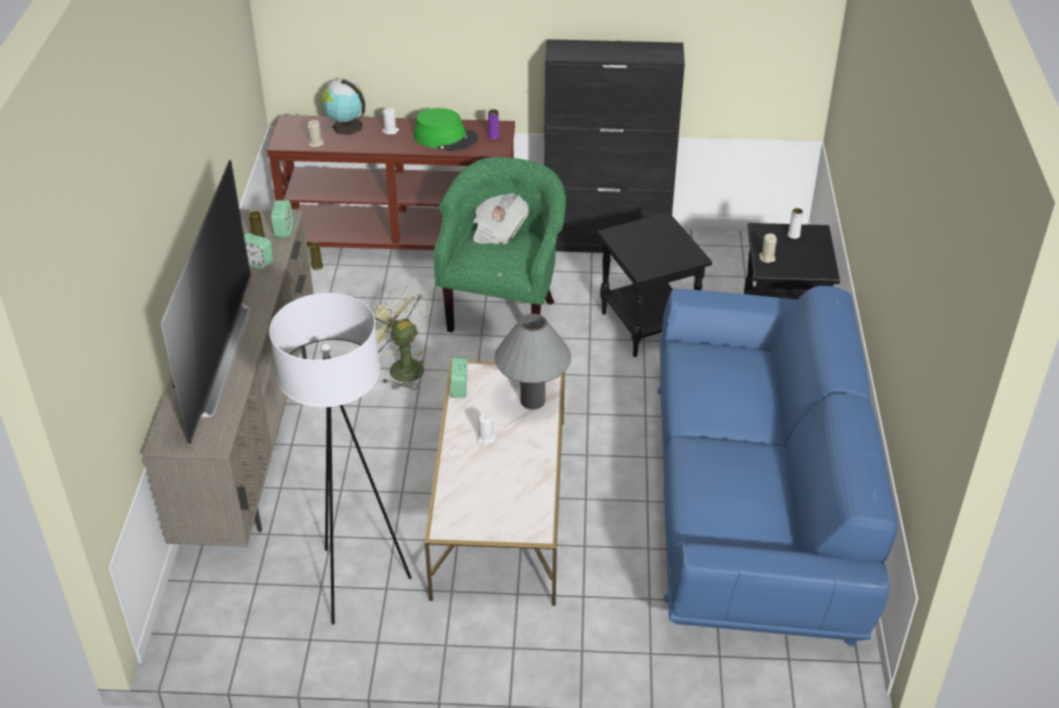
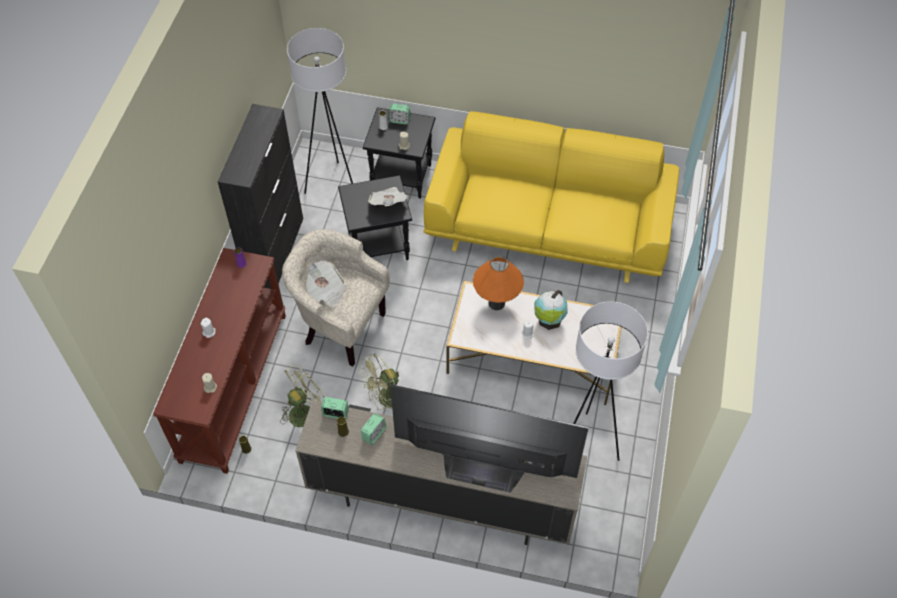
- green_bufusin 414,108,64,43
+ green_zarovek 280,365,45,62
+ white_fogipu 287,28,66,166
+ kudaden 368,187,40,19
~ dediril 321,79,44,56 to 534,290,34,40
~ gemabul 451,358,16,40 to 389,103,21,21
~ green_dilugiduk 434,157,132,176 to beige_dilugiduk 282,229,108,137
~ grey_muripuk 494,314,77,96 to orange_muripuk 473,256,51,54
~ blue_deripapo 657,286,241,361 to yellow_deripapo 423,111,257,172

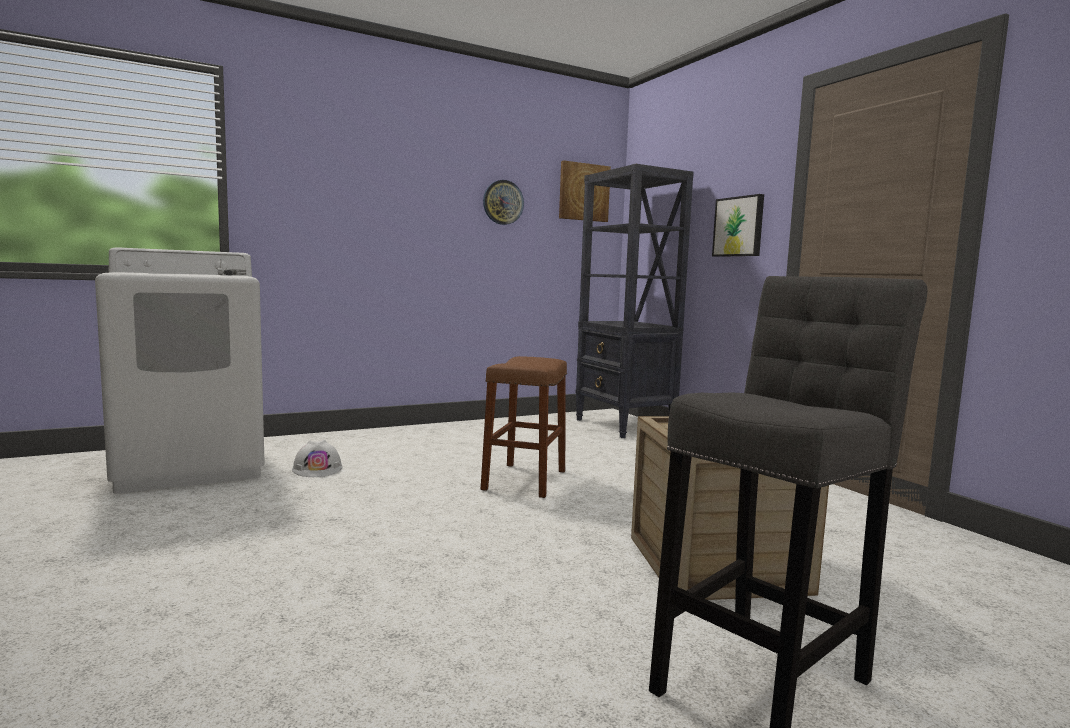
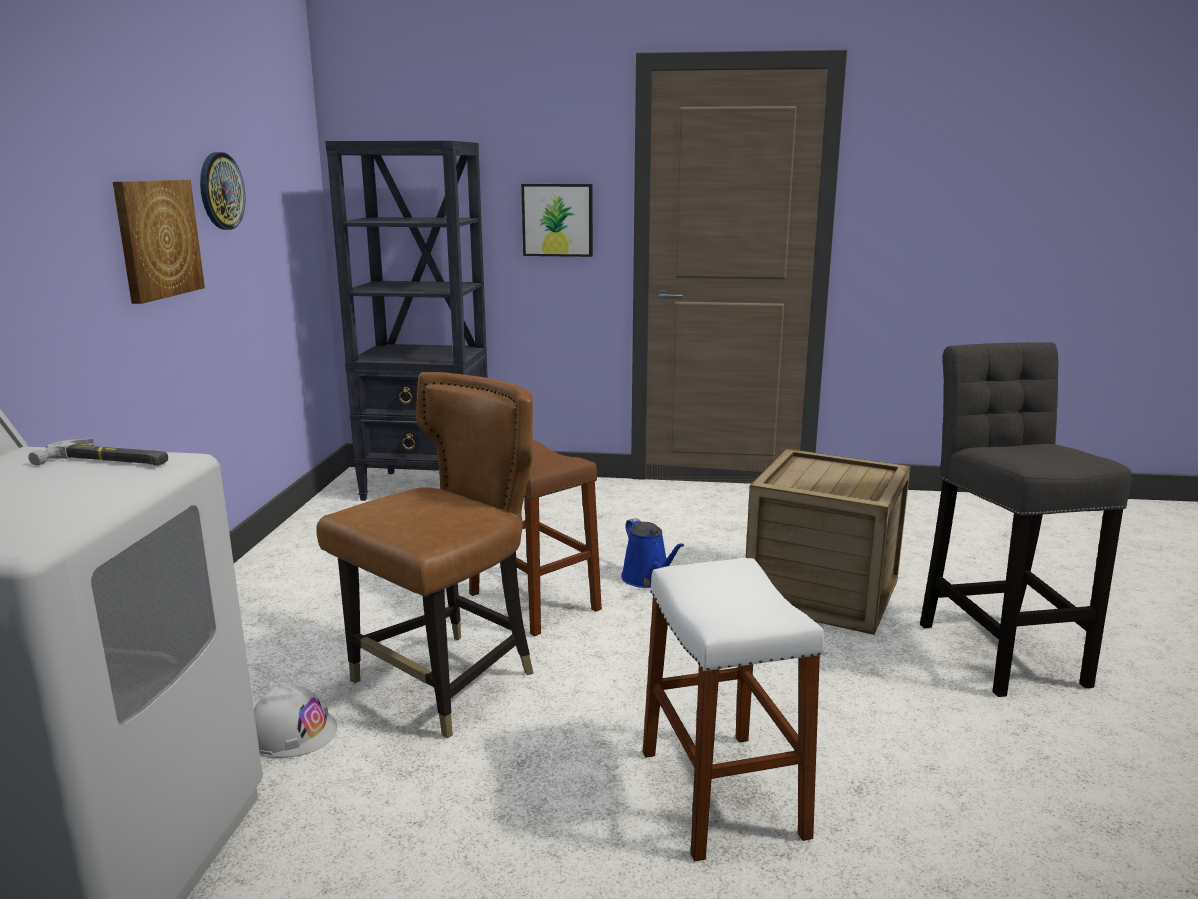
+ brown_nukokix 316,372,218,367
+ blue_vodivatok 621,518,63,70
+ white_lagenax 643,558,181,304
~ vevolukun 559,160,52,62 to 113,179,92,125

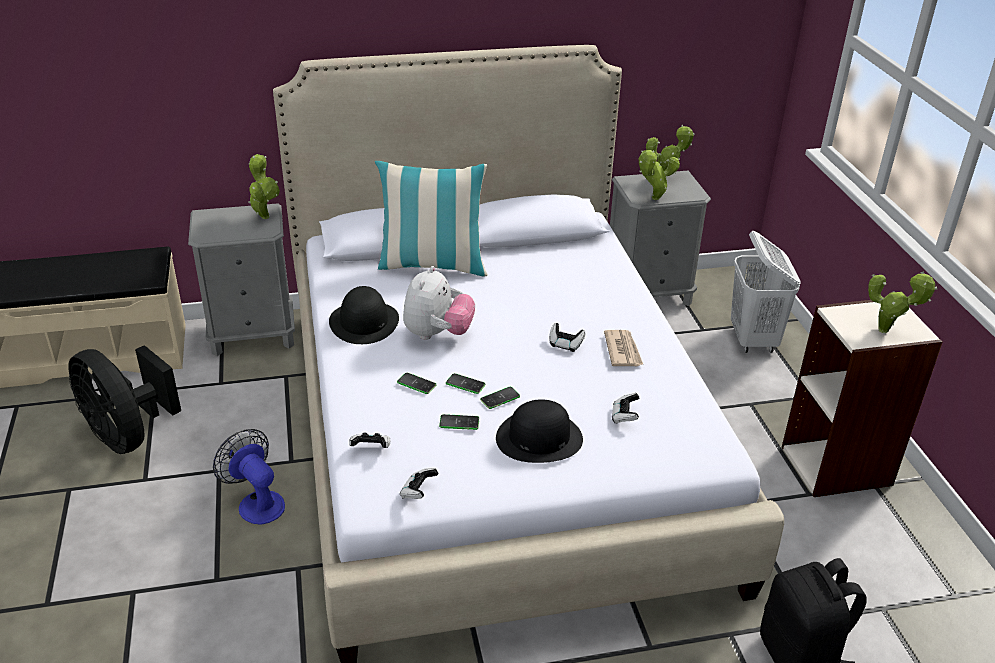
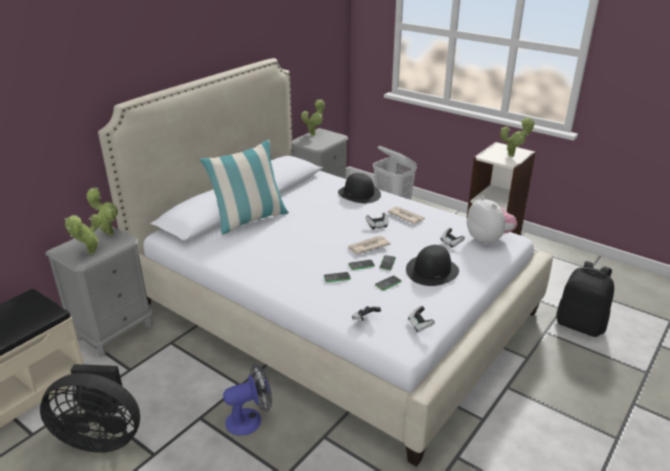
+ kudaden 348,236,43,18
~ black_bufusin 329,286,70,58 to 338,173,43,30
~ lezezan 403,266,72,74 to 467,196,50,50
~ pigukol 639,150,41,50 to 65,213,37,41
~ zarovek 213,429,72,95 = 223,364,49,72 150 degrees clockwise

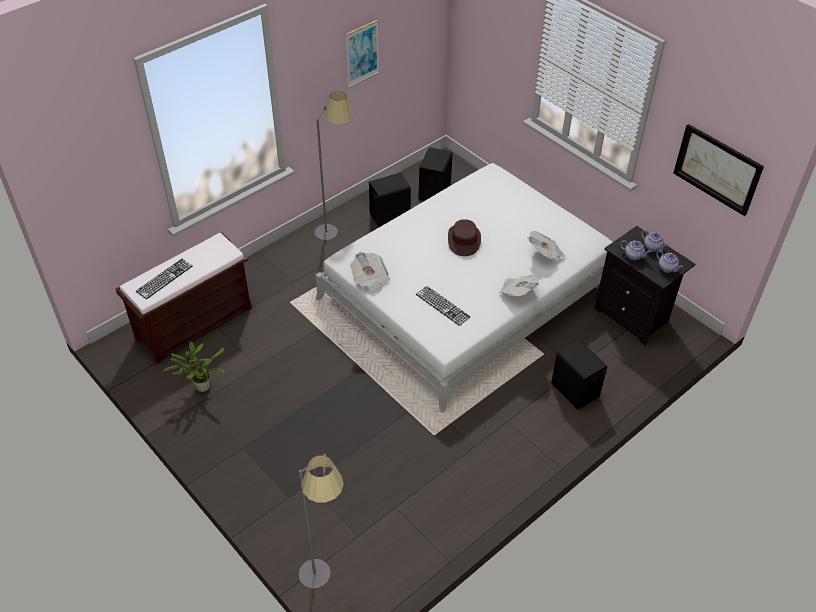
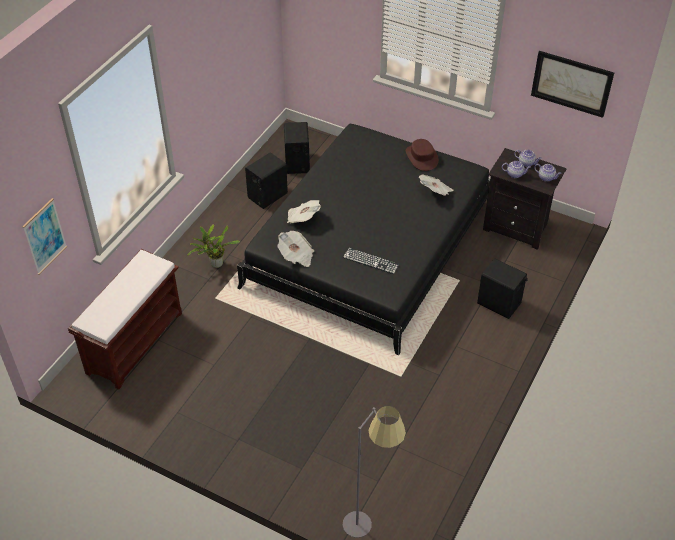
- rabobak 136,259,57,40
- grey_fogipu 314,91,40,149
~ pigukol 164,342,61,50 to 187,224,53,44
~ vevolukun 346,20,33,68 to 22,198,45,77
~ brown_bufusin 448,219,33,37 to 406,139,33,32
~ kudaden 499,275,41,21 to 287,200,34,23
~ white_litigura 315,163,297,250 to black_litigura 237,124,253,231

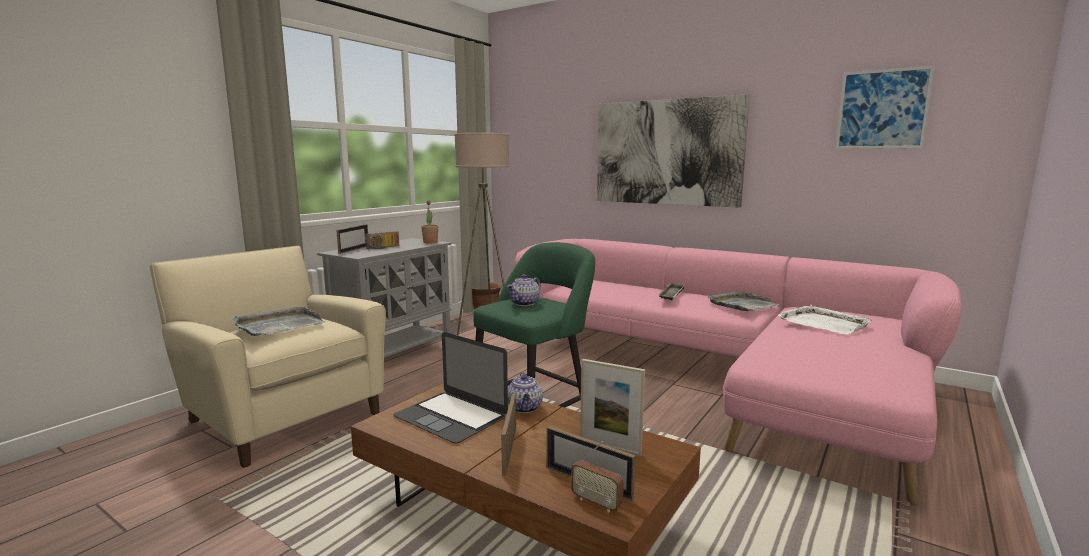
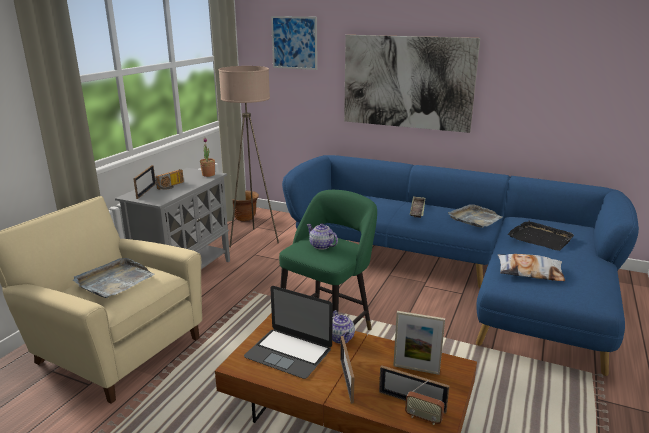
+ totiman 498,254,67,27
~ vevolukun 836,66,98,83 to 271,16,46,54
~ pink_deripapo 515,239,446,266 to blue_deripapo 282,155,357,221
~ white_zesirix 778,305,93,30 to black_zesirix 508,220,66,31
~ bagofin 507,274,34,32 = 306,224,32,26 105 degrees clockwise

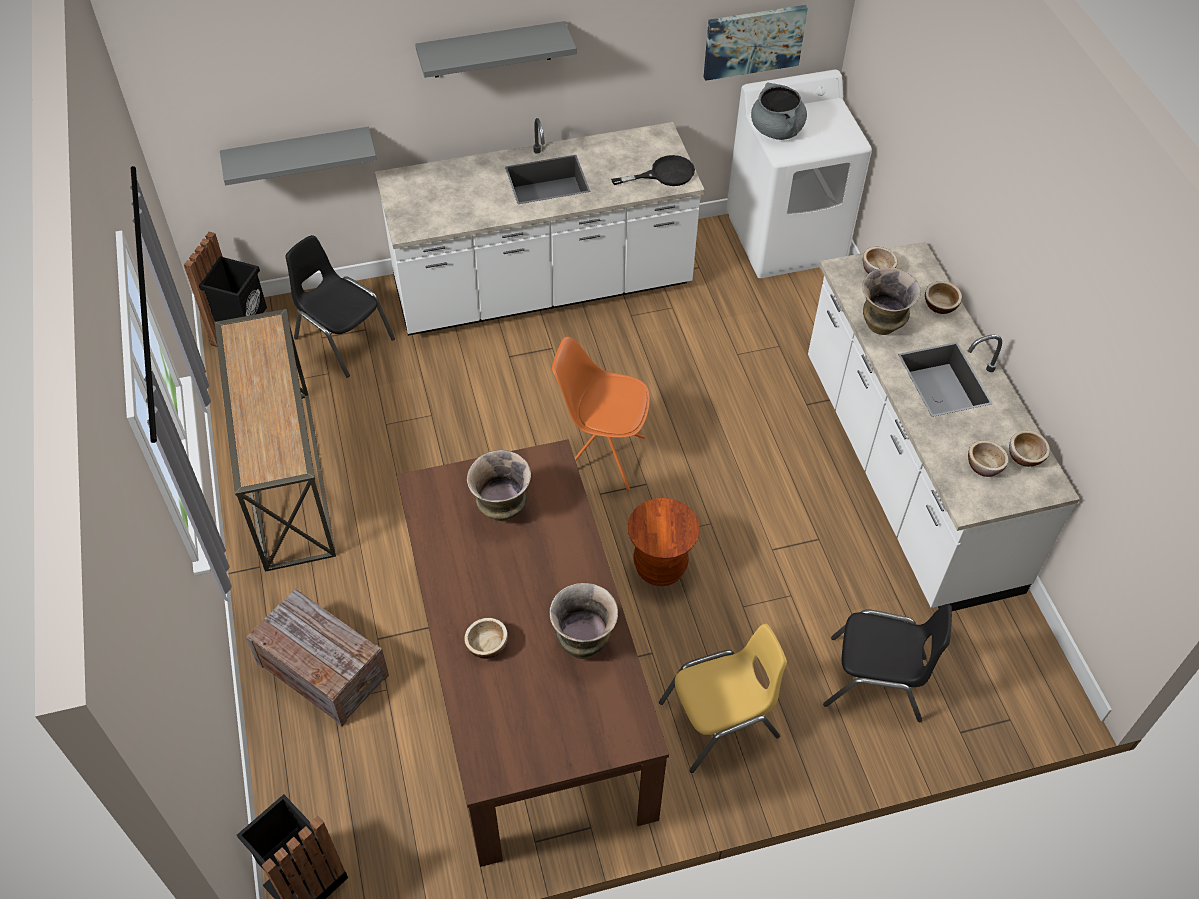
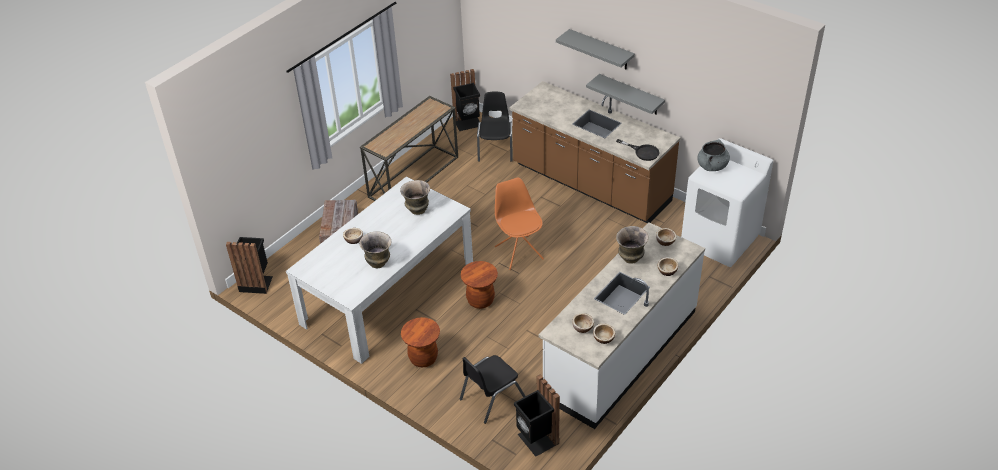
- vevolukun 704,5,104,76
+ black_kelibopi 514,374,46,83
~ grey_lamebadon 220,127,157,58 to 586,74,79,41
~ yellow_nukokix 659,624,128,149 to brown_lagenax 401,317,39,50
~ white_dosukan 375,118,330,218 to brown_dosukan 509,81,171,142
~ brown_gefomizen 397,439,272,428 to white_gefomizen 286,177,187,187
~ black_nukokix 823,604,129,118 = 460,355,65,69 75 degrees clockwise

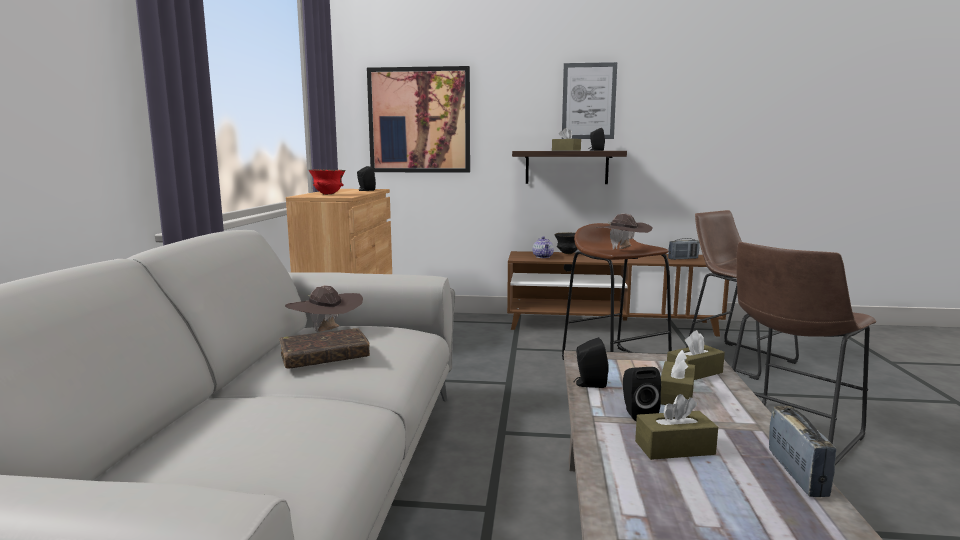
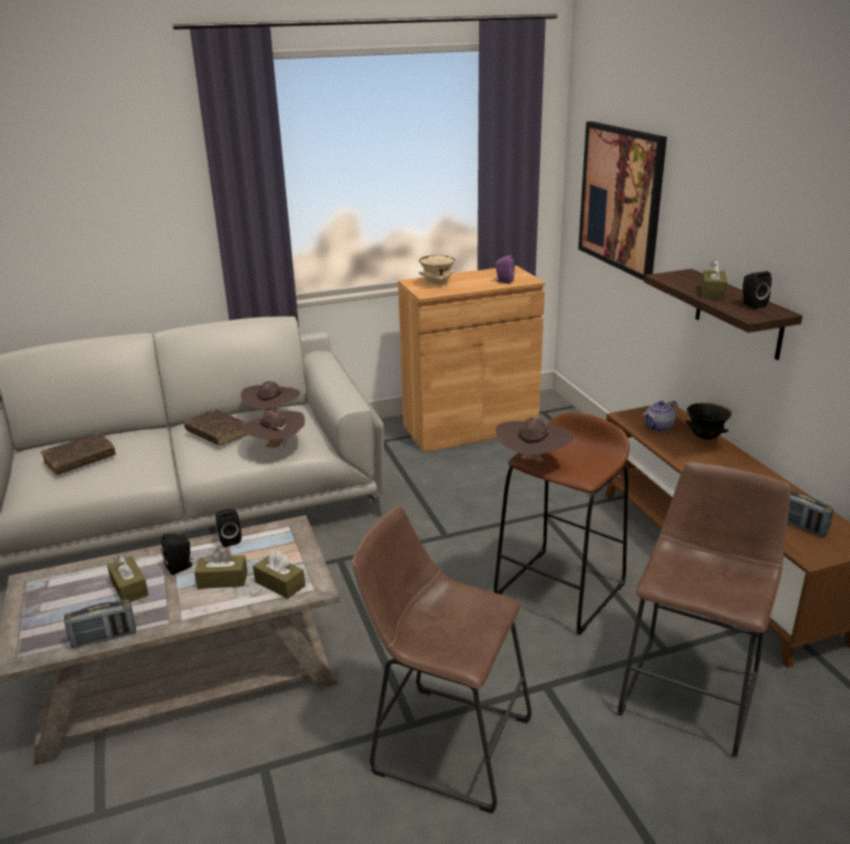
- vevolukun 562,62,55,77
+ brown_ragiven 41,433,75,42
+ brown_bufusin 242,410,63,38
~ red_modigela 309,169,37,26 to beige_modigela 419,255,36,30
~ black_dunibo 357,166,19,25 to purple_dunibo 495,255,20,29

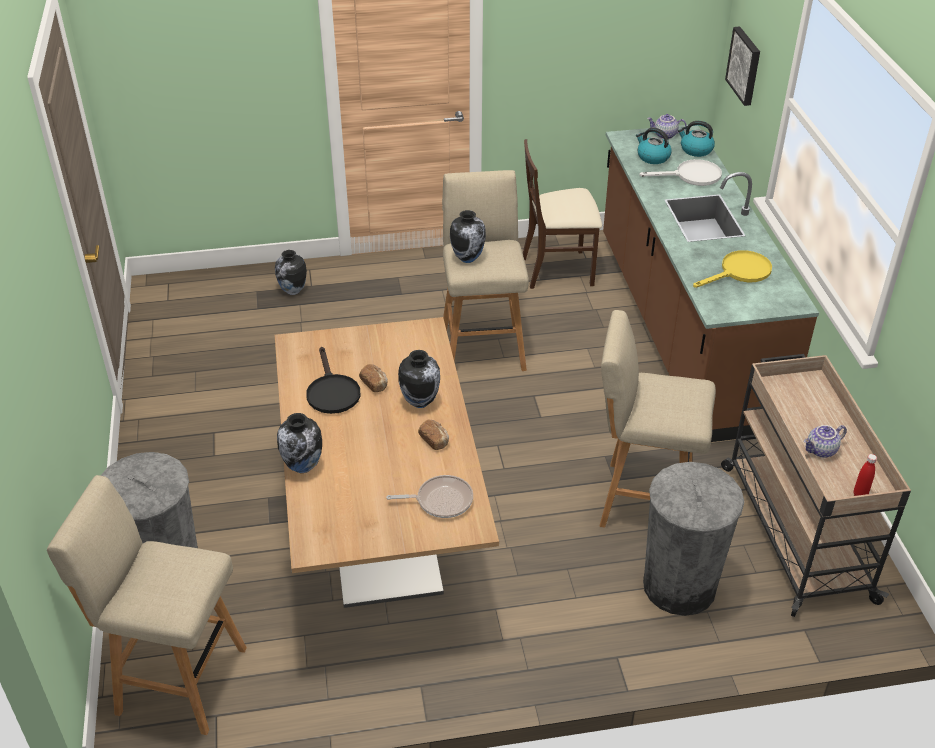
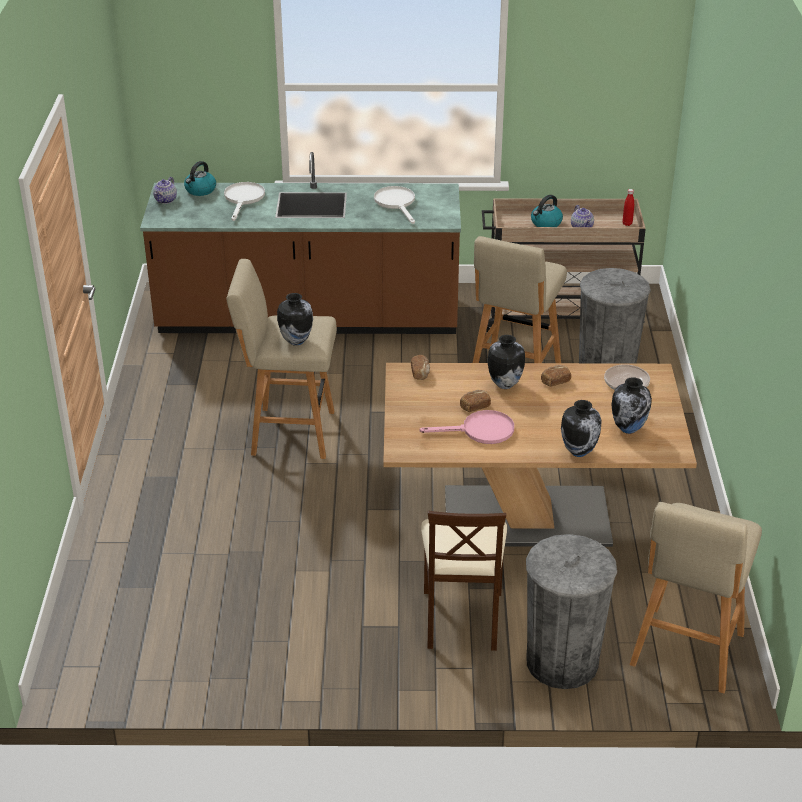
- vevolukun 725,27,35,79
+ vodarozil 411,355,19,25
~ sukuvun 275,250,32,45 to 611,377,41,57
~ beige_nukokix 523,139,79,150 to 421,511,86,140
~ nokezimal 636,128,36,36 to 531,195,32,32
~ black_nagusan 306,347,55,67 to pink_nagusan 419,410,95,34
~ yellow_nagusan 693,250,79,38 to white_nagusan 374,186,41,38

